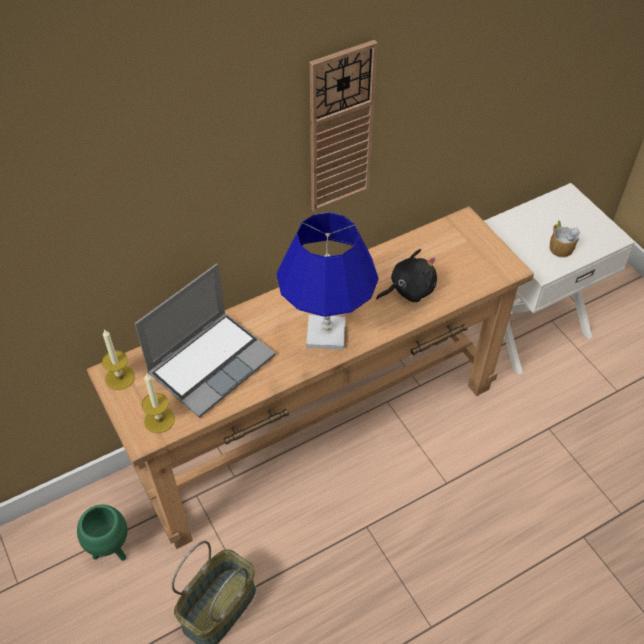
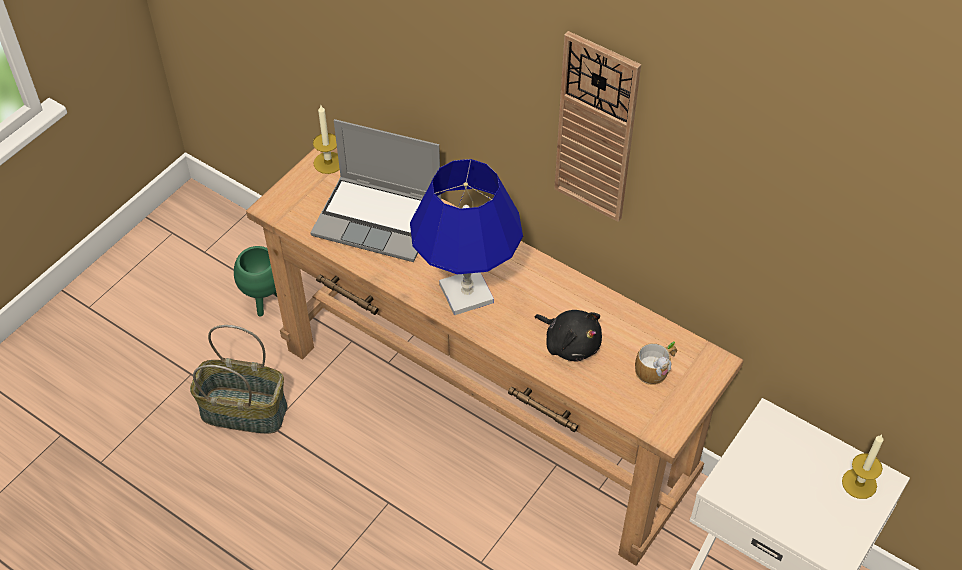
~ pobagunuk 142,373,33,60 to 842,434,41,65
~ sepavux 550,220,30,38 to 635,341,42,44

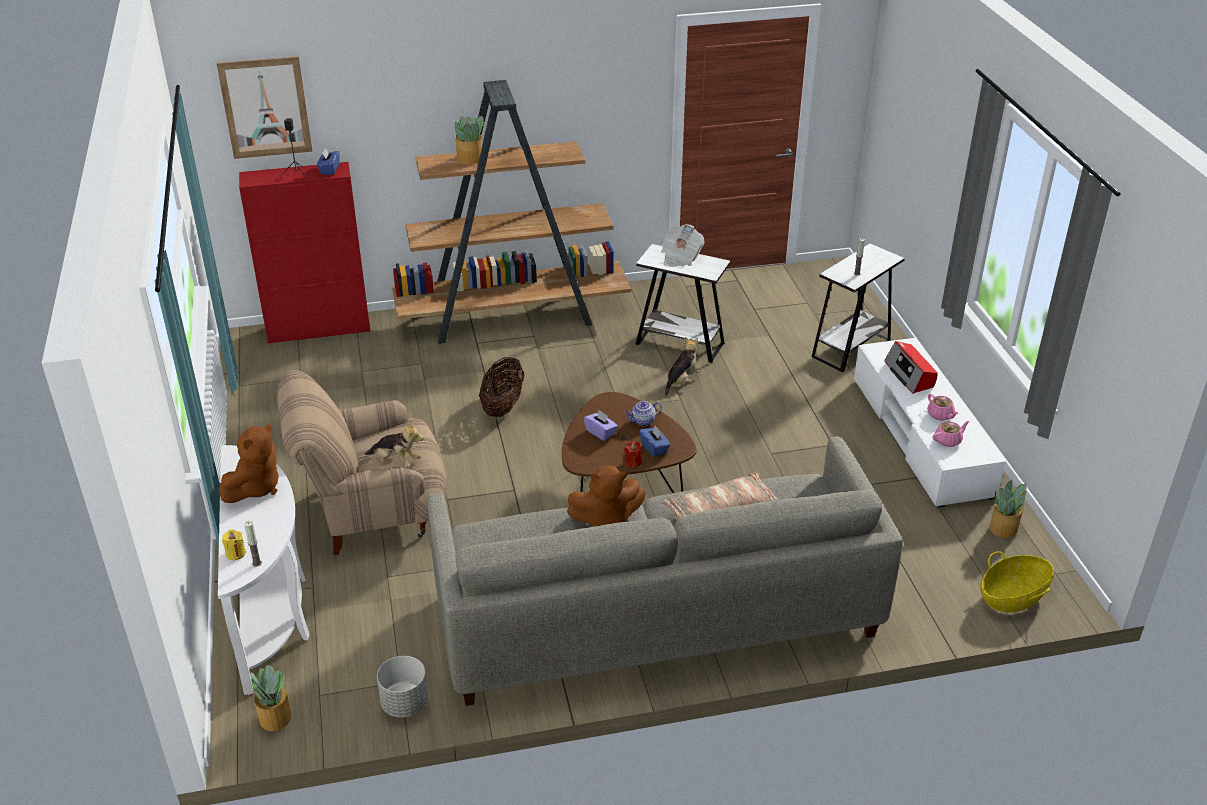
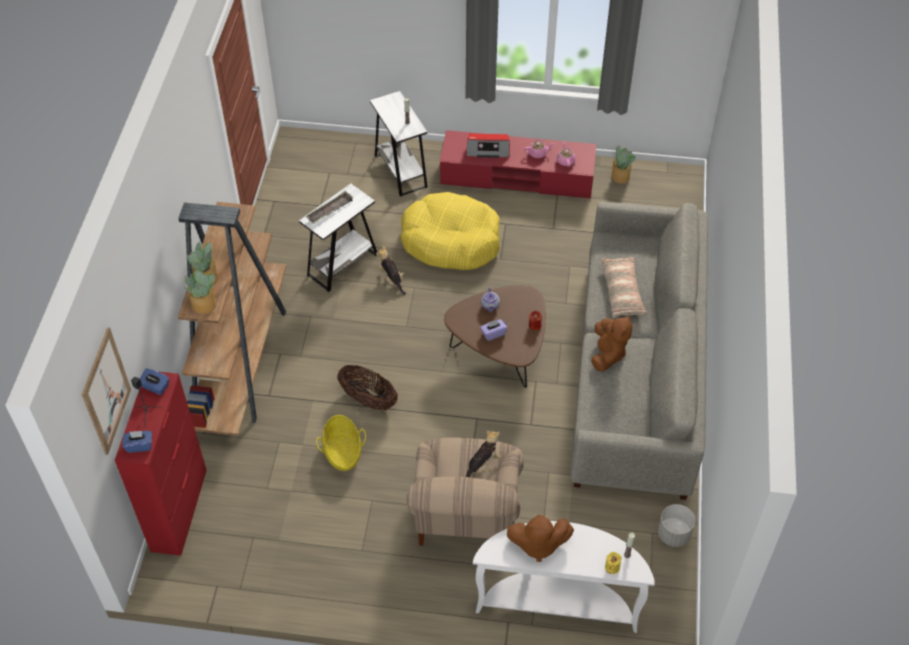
+ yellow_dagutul 400,192,100,78
~ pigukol 250,665,41,66 to 184,270,33,44
~ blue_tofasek 639,425,31,32 to 122,431,30,22
~ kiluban 980,551,74,61 to 316,415,50,56
~ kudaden 661,224,43,43 to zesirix 306,191,48,33
~ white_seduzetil 854,338,152,170 to red_seduzetil 440,130,156,68
~ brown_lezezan 219,424,60,79 = 507,515,67,47 135 degrees clockwise

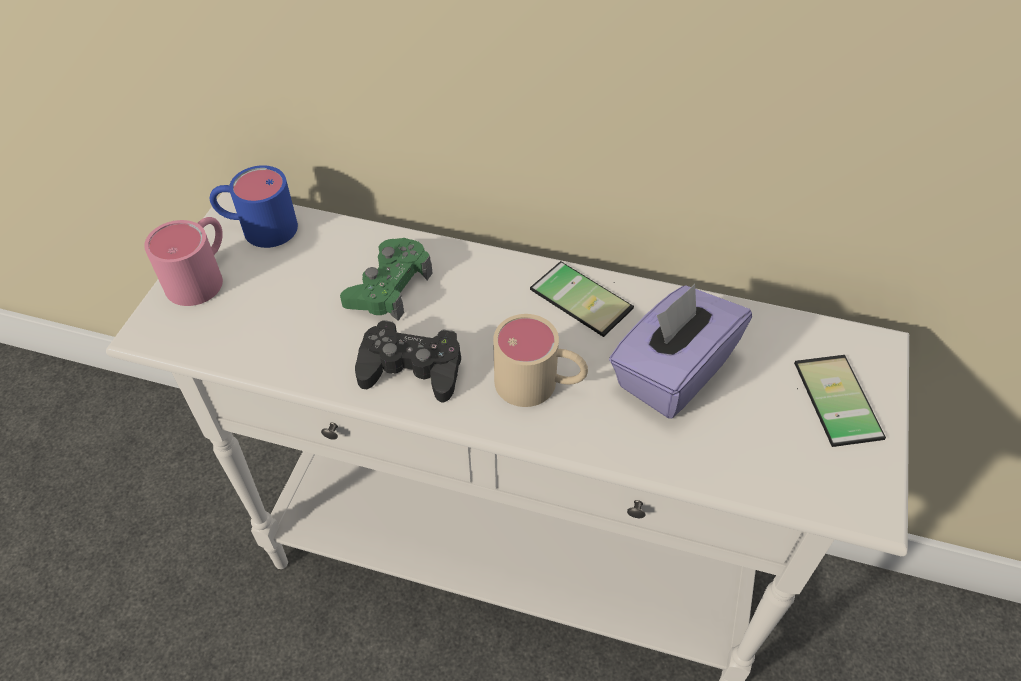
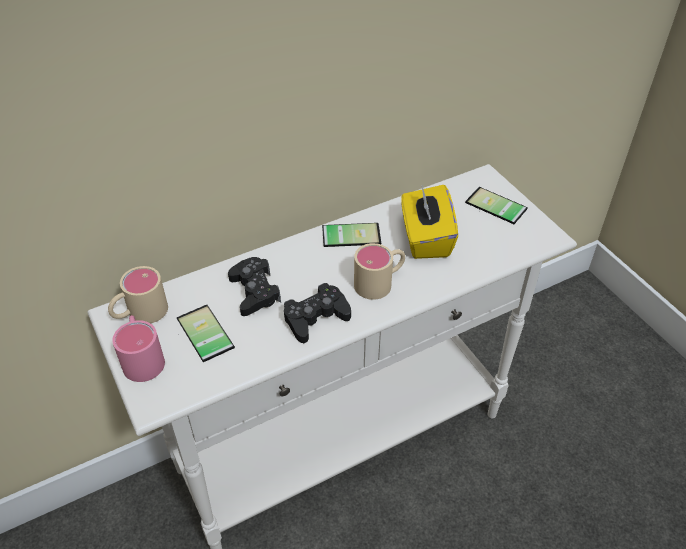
+ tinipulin 177,305,58,57
~ blue_sepavux 210,165,88,83 to beige_sepavux 108,266,60,57
~ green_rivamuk 340,238,93,83 to black_rivamuk 228,257,53,59
~ purple_tofasek 609,284,143,134 to yellow_tofasek 401,185,57,74

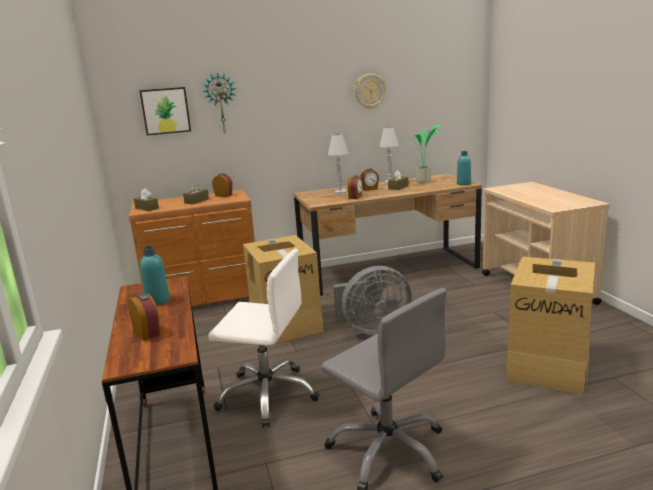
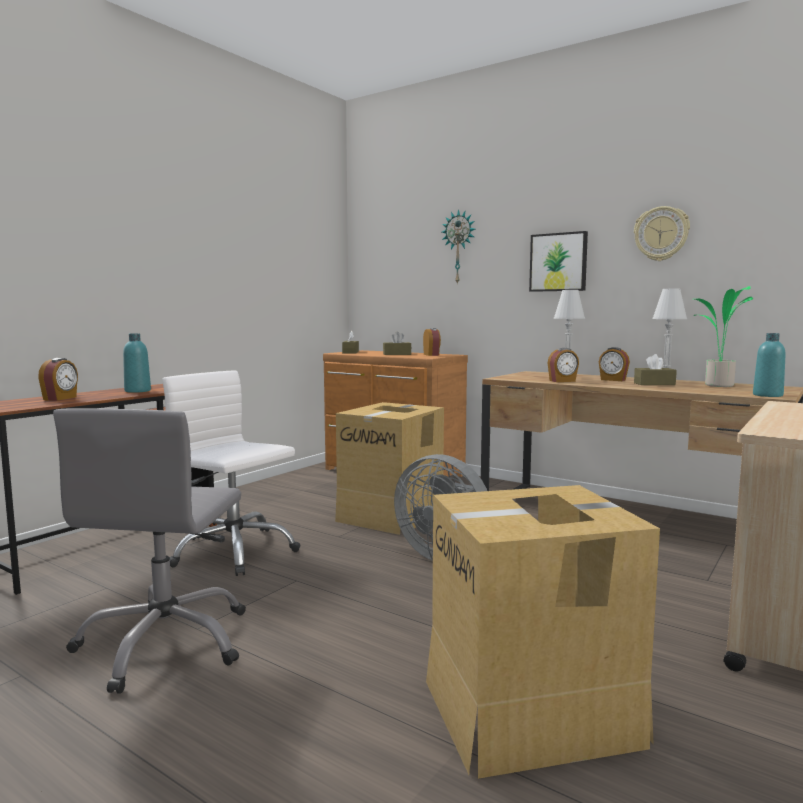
~ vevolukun 139,87,52,48 to 529,231,59,61
~ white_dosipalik 208,249,111,178 = 162,371,139,205 150 degrees clockwise

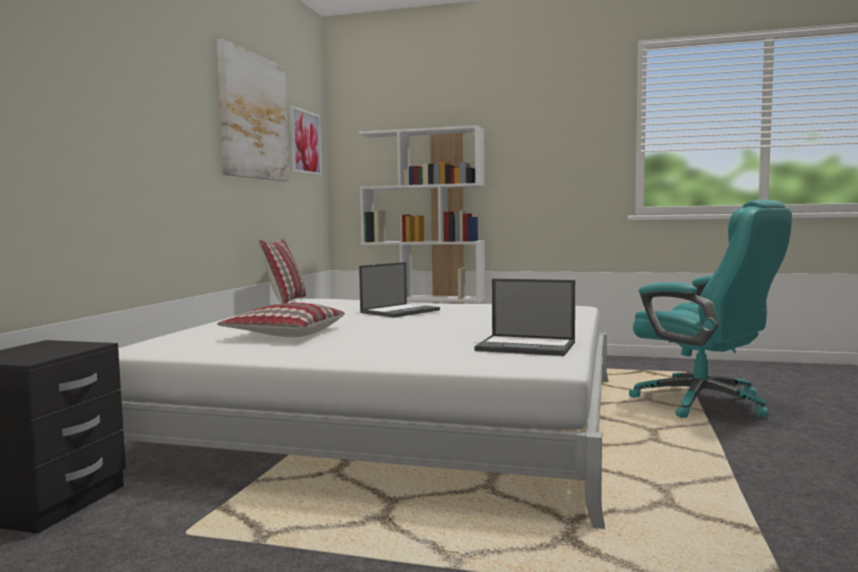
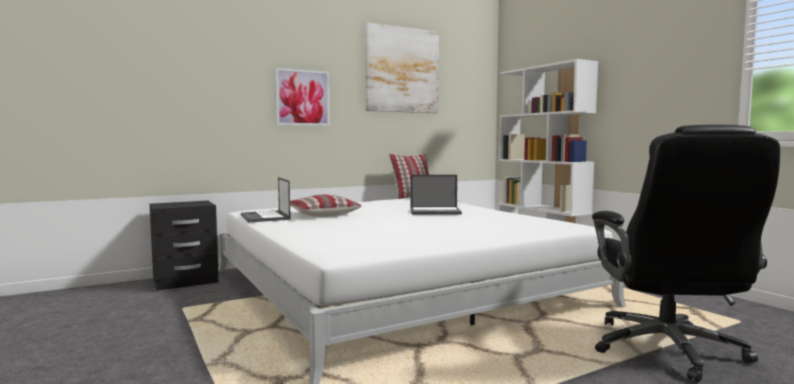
~ vevolukun 289,106,33,70 to 275,68,55,58
~ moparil 474,279,101,77 to 241,177,50,45
~ turquoise_dosipalik 629,200,163,218 to black_dosipalik 592,124,188,258

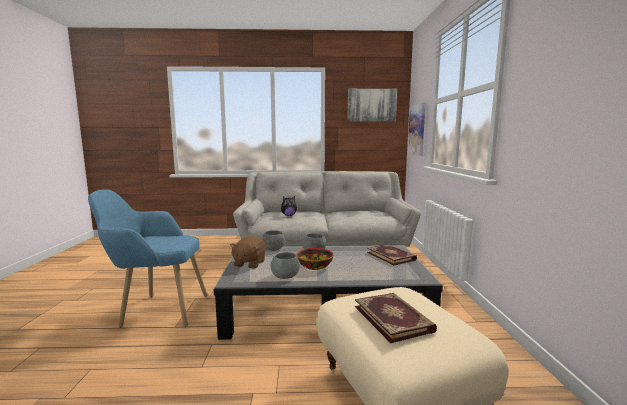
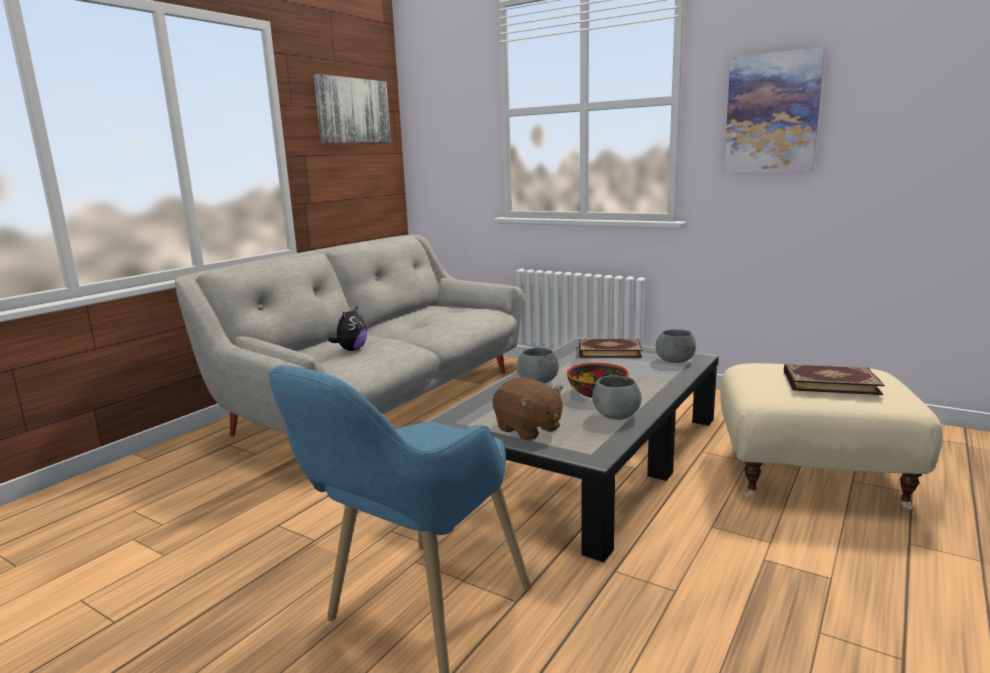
~ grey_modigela 262,230,23,21 to 656,329,40,34
~ vevolukun 408,103,18,53 to 724,47,101,125

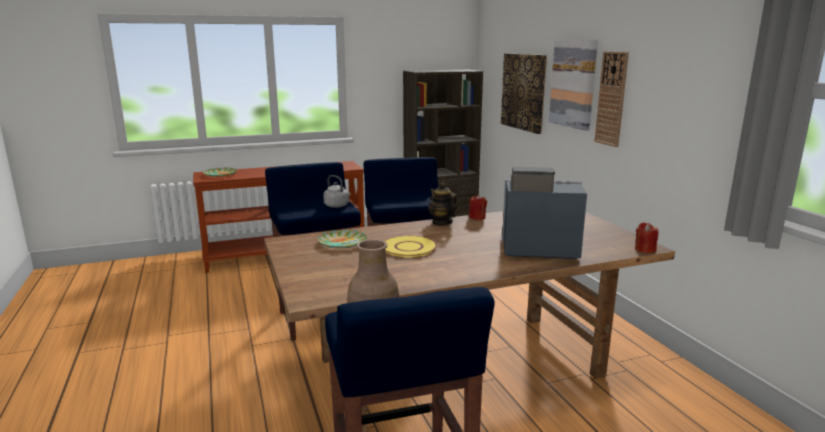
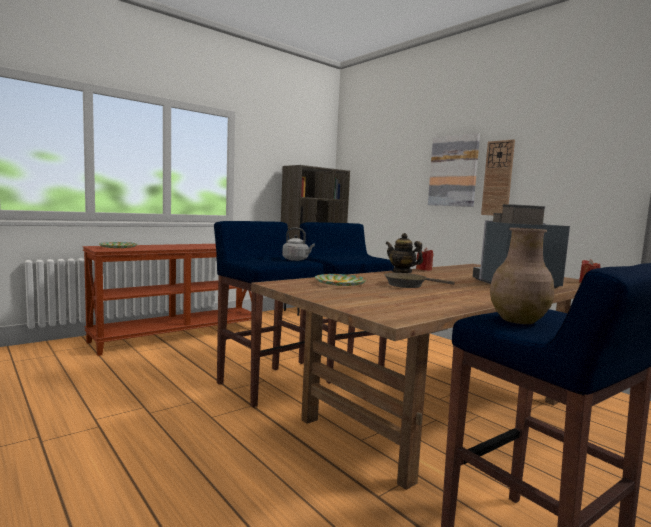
- vevolukun 501,53,46,81
~ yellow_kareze 385,236,52,21 to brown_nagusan 384,273,71,15

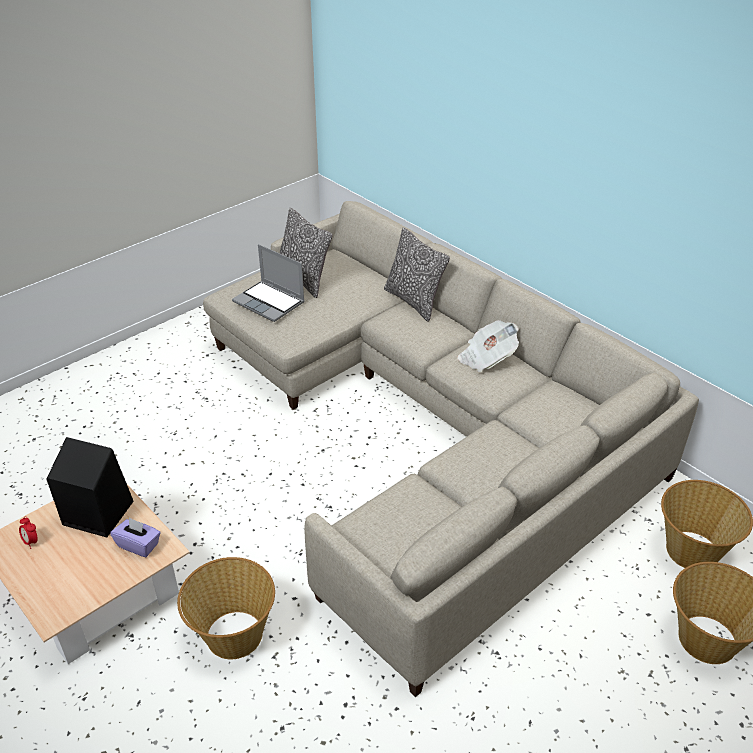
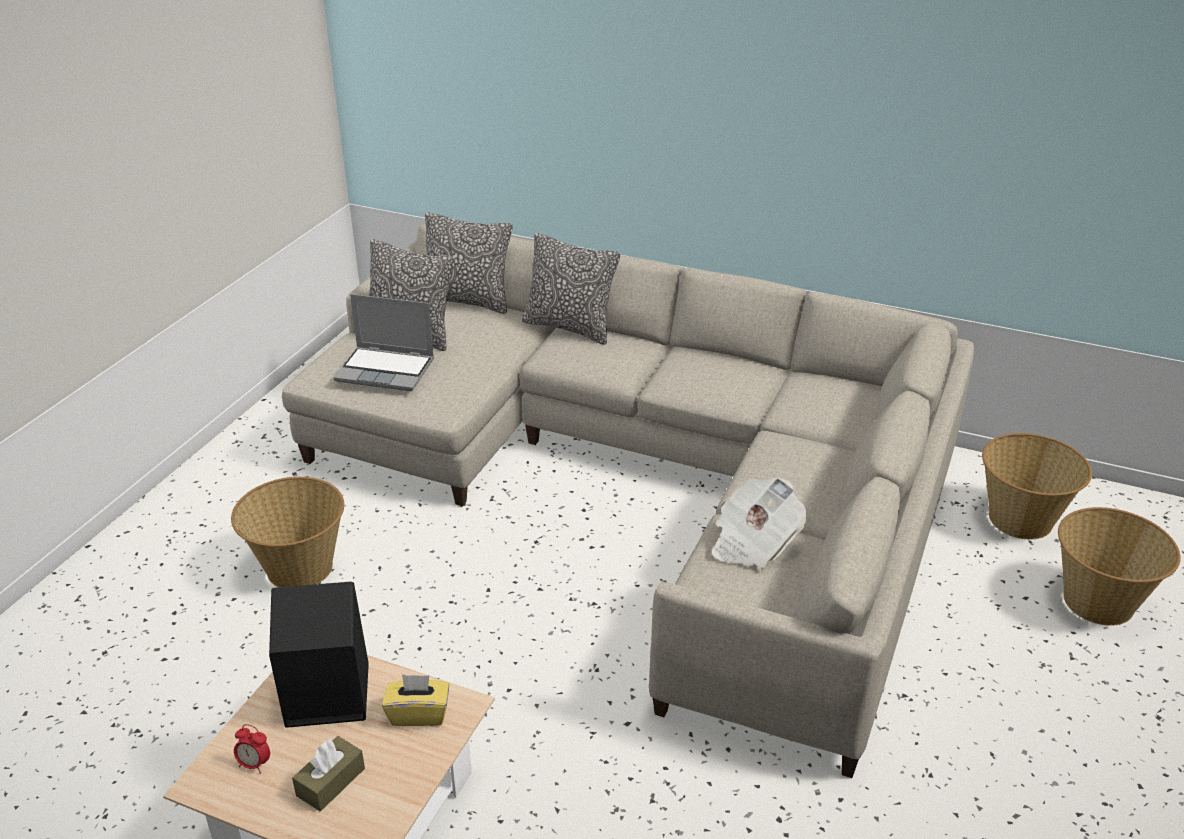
+ brown_tofasek 292,736,73,75
+ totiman 425,212,88,102
~ kiluban 177,557,98,102 to 231,477,113,110
~ kudaden 457,320,62,52 to 712,478,94,91
~ purple_tofasek 110,517,51,40 to yellow_tofasek 382,674,68,52

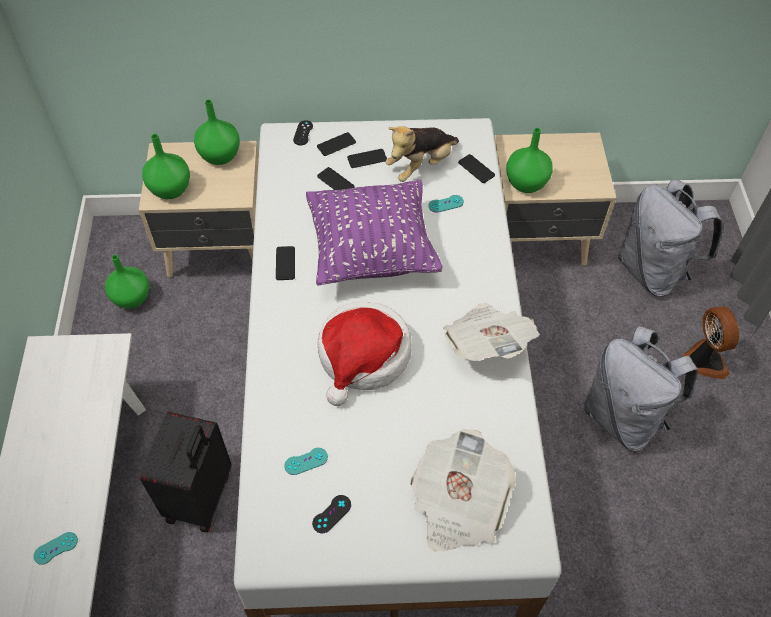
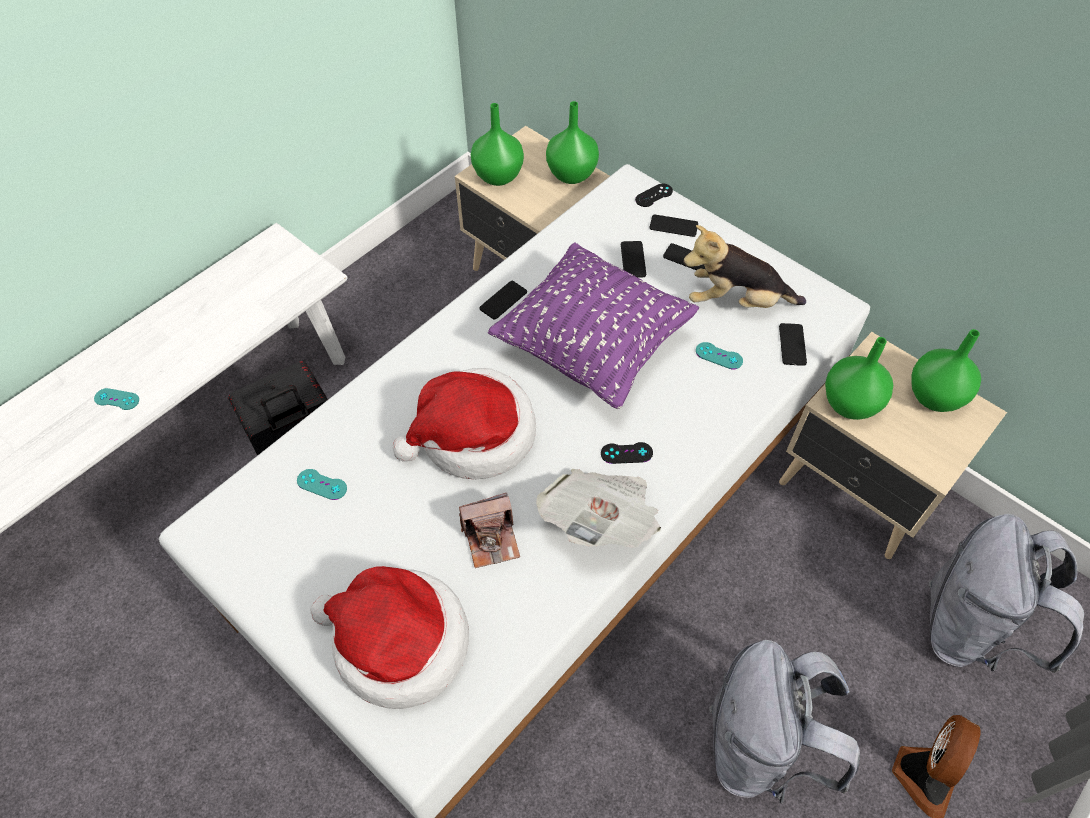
+ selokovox 459,493,61,75
~ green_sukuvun 105,255,44,54 to 911,329,70,83
~ black_rivamuk 312,495,39,38 to 601,442,52,22
~ kudaden 410,429,106,123 to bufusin 310,566,159,143

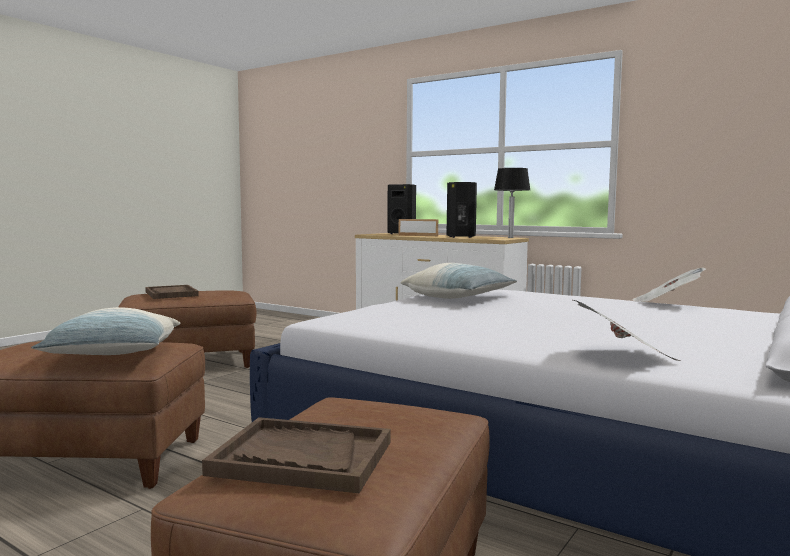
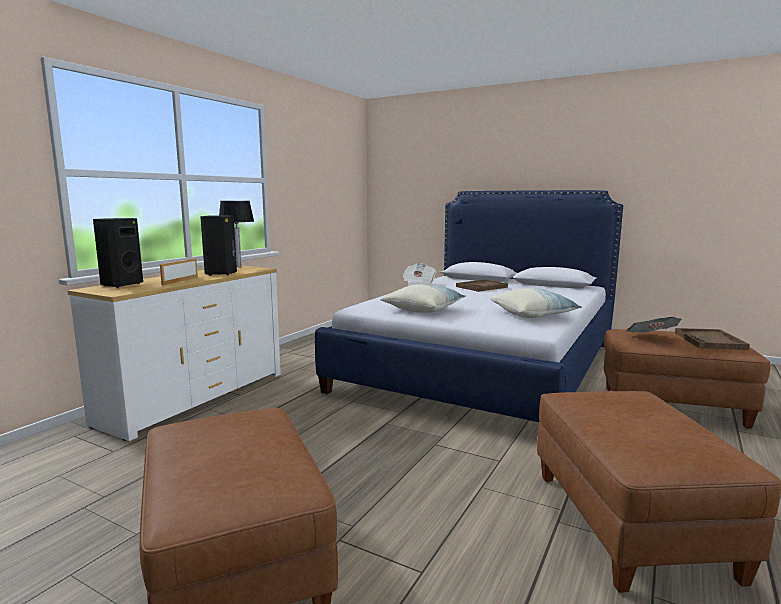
~ totiman 31,307,149,48 to 490,288,92,30
~ brown_zesirix 145,285,54,14 to 456,279,52,13
~ kudaden 573,300,108,61 to 626,317,56,16

